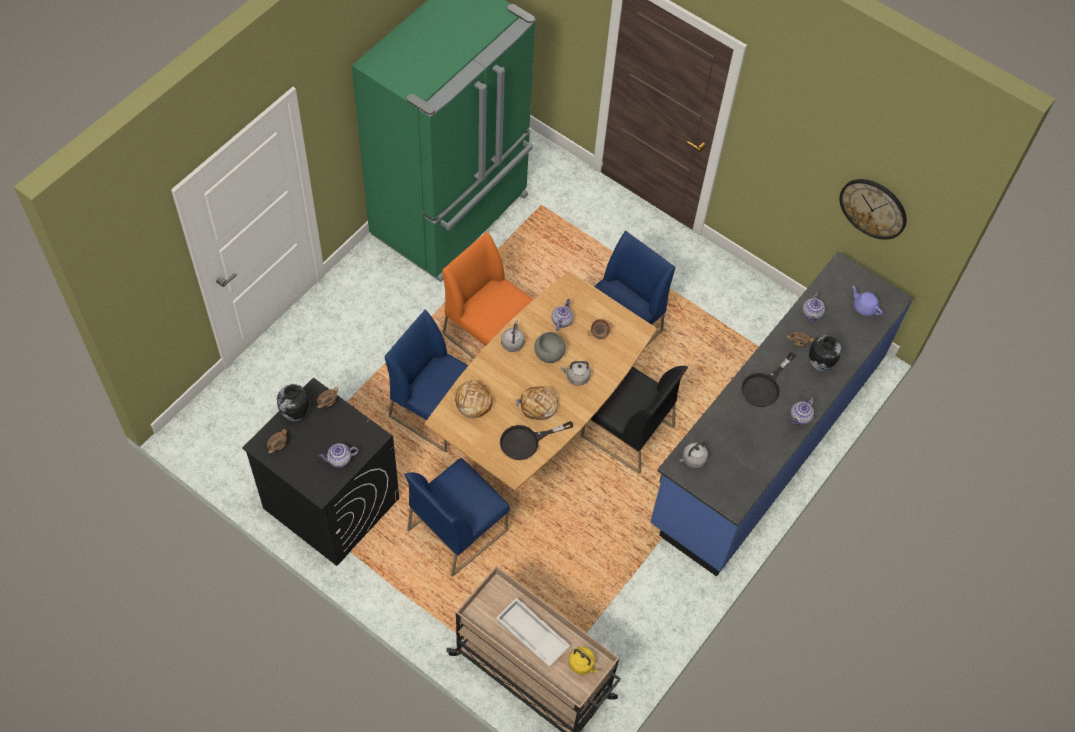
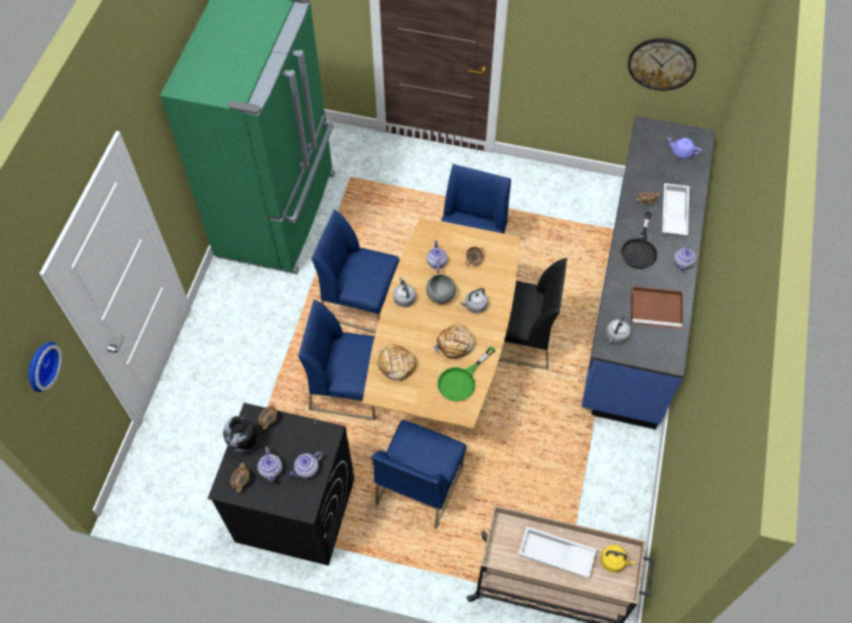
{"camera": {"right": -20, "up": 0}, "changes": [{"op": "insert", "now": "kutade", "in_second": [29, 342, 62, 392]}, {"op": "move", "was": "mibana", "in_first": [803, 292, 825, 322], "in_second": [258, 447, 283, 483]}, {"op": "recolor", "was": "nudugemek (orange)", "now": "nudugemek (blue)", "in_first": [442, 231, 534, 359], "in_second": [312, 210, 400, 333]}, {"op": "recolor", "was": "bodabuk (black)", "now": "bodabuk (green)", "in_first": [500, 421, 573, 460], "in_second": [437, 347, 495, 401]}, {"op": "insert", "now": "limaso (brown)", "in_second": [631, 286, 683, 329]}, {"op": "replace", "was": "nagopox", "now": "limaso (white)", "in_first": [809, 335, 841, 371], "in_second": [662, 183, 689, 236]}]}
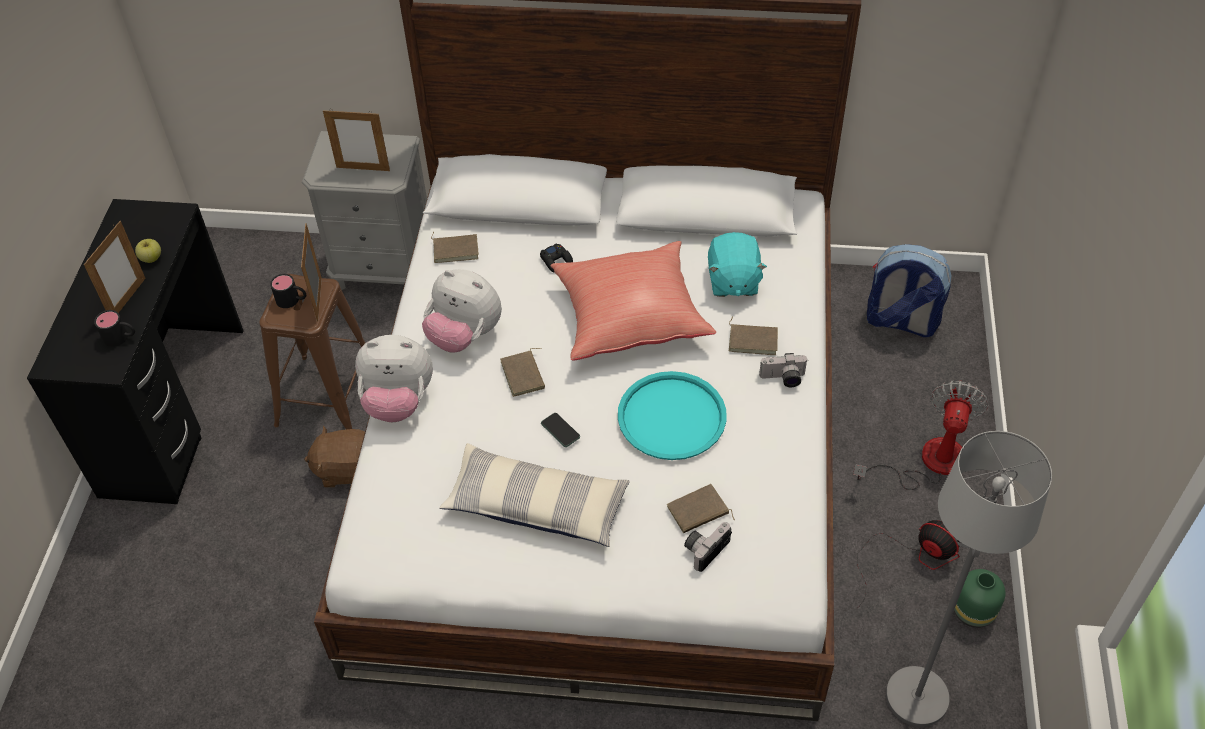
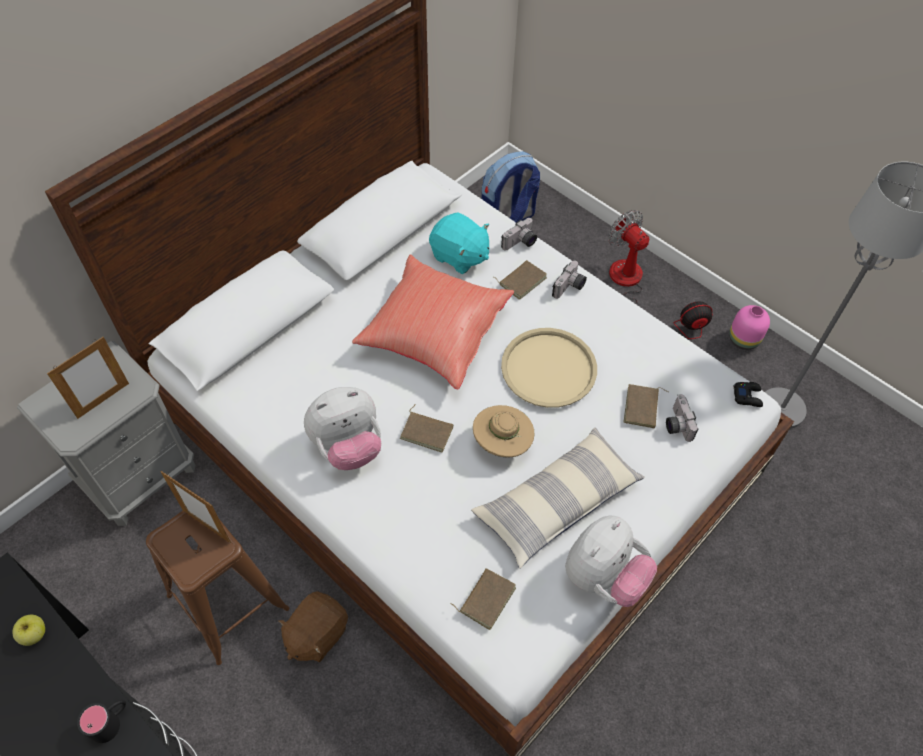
{"camera": {"right": -55, "up": 5}, "changes": [{"op": "move", "was": "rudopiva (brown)", "in_first": [431, 232, 479, 263], "in_second": [451, 568, 516, 630]}, {"op": "replace", "was": "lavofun", "now": "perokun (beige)", "in_first": [541, 413, 580, 447], "in_second": [473, 405, 534, 458]}, {"op": "insert", "now": "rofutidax", "in_second": [501, 218, 537, 251]}, {"op": "recolor", "was": "limaso (turquoise)", "now": "limaso (beige)", "in_first": [618, 371, 727, 460], "in_second": [501, 328, 597, 408]}, {"op": "move", "was": "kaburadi", "in_first": [355, 335, 433, 422], "in_second": [565, 516, 657, 607]}, {"op": "recolor", "was": "nagopox (green)", "now": "nagopox (pink)", "in_first": [954, 569, 1005, 628], "in_second": [729, 305, 770, 350]}, {"op": "move", "was": "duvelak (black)", "in_first": [540, 243, 573, 273], "in_second": [734, 382, 763, 407]}, {"op": "delete", "was": "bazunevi", "in_first": [84, 221, 145, 313]}, {"op": "delete", "was": "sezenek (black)", "in_first": [270, 274, 306, 308]}]}
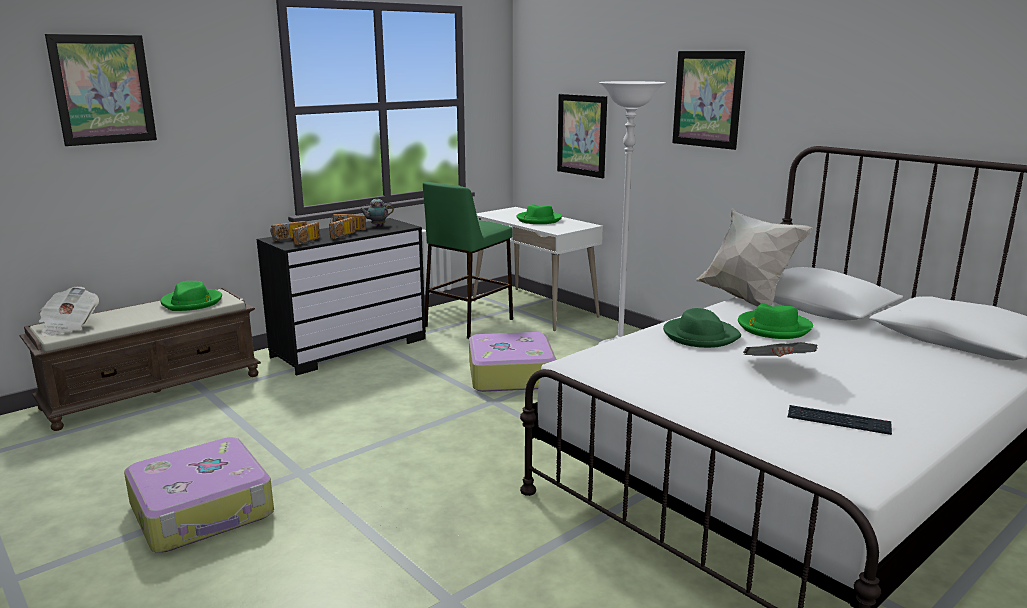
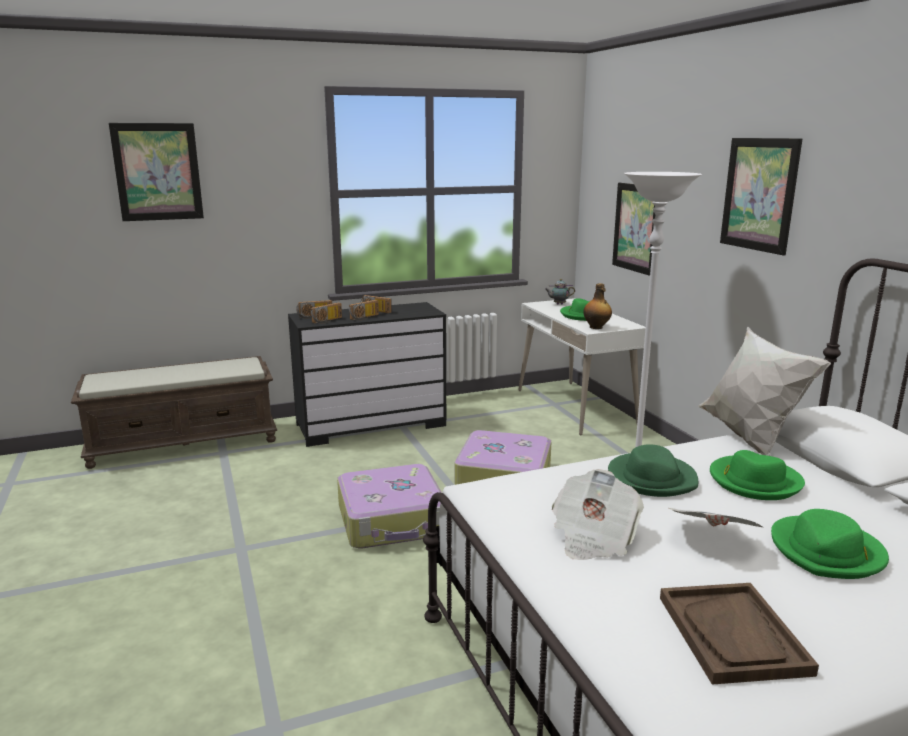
{"camera": {"right": 20, "up": 0}, "changes": [{"op": "move", "was": "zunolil", "in_first": [124, 437, 274, 553], "in_second": [337, 464, 442, 549]}, {"op": "move", "was": "mibana", "in_first": [359, 197, 394, 226], "in_second": [545, 279, 575, 304]}, {"op": "move", "was": "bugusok", "in_first": [39, 287, 99, 336], "in_second": [552, 469, 644, 560]}, {"op": "insert", "now": "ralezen", "in_second": [583, 283, 612, 329]}, {"op": "replace", "was": "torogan", "now": "limaso (brown)", "in_first": [788, 405, 892, 435], "in_second": [660, 583, 819, 685]}, {"op": "move", "was": "perokun (green)", "in_first": [160, 281, 222, 311], "in_second": [771, 509, 889, 579]}, {"op": "delete", "was": "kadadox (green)", "in_first": [423, 182, 513, 339]}]}
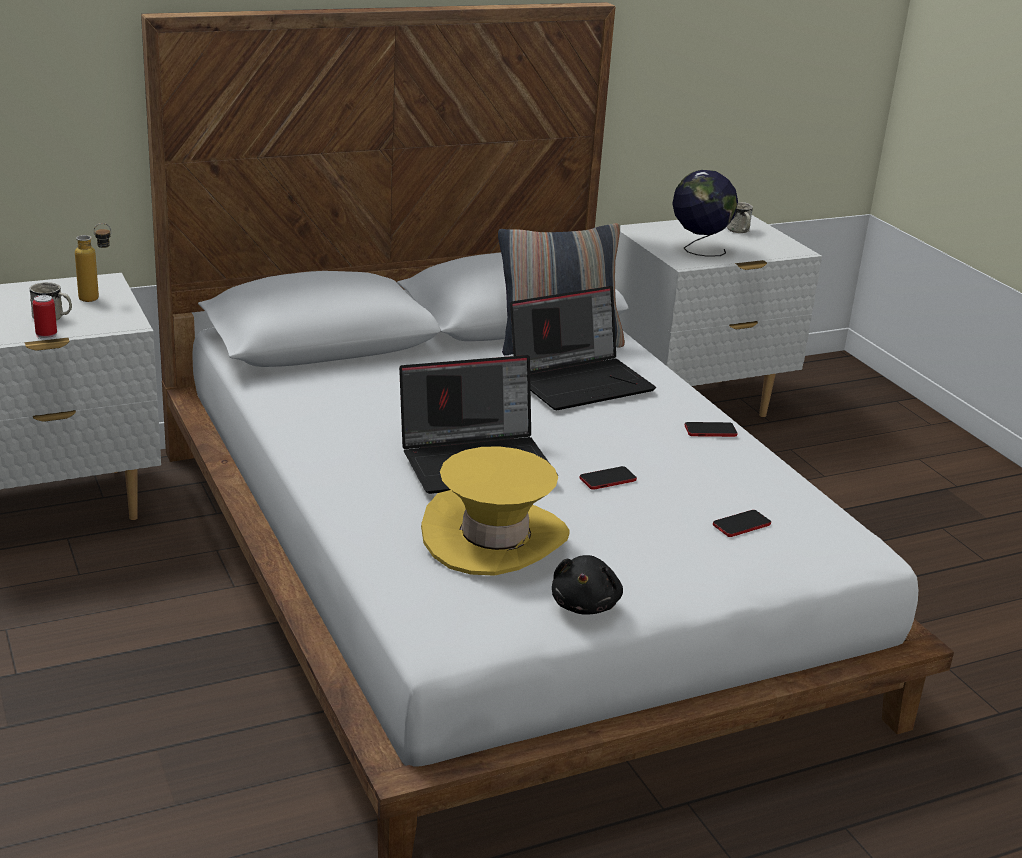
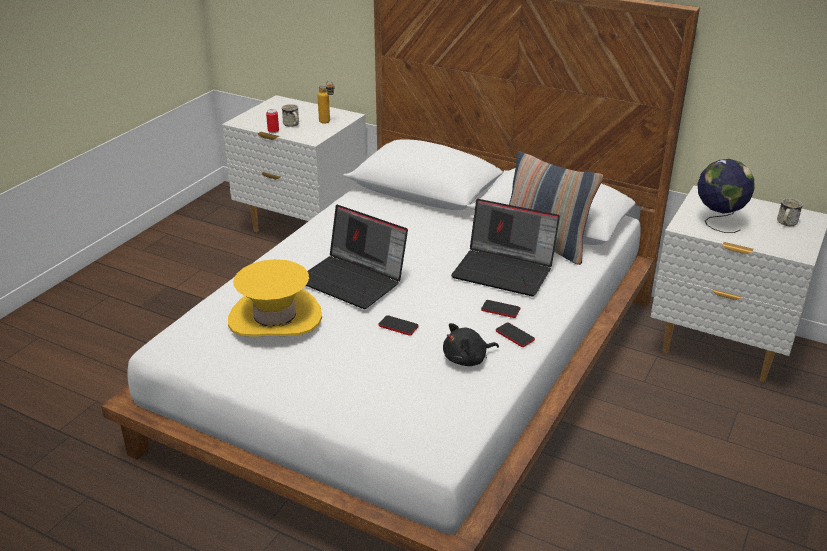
{"camera": {"right": 55, "up": 5}, "changes": [{"op": "move", "was": "kaburadi (black)", "in_first": [552, 555, 623, 615], "in_second": [443, 323, 499, 366]}, {"op": "move", "was": "lavofun", "in_first": [713, 510, 771, 537], "in_second": [481, 300, 520, 318]}]}
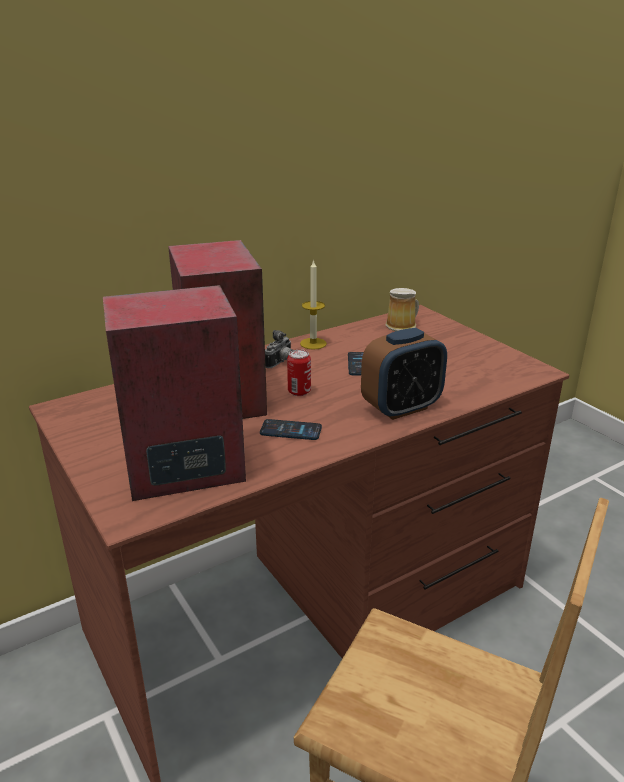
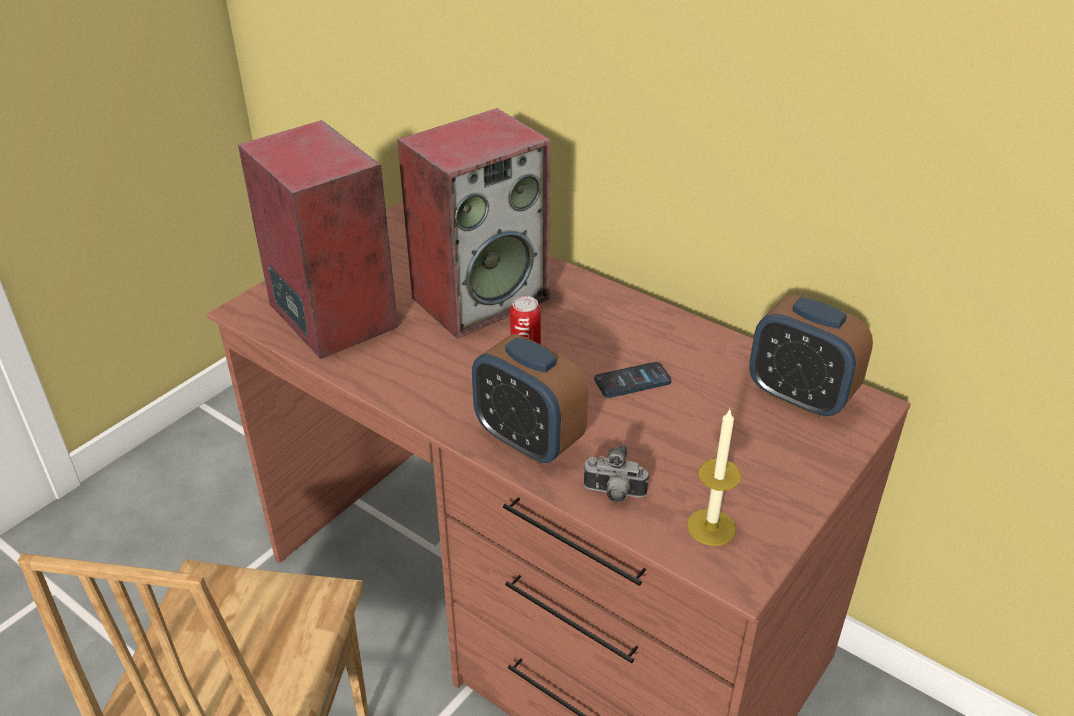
{"camera": {"right": 70, "up": 10}, "changes": [{"op": "move", "was": "rofutidax", "in_first": [265, 330, 293, 368], "in_second": [583, 444, 649, 502]}, {"op": "move", "was": "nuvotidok", "in_first": [300, 259, 327, 350], "in_second": [687, 409, 742, 546]}, {"op": "replace", "was": "sezenek", "now": "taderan", "in_first": [385, 288, 419, 331], "in_second": [749, 295, 873, 418]}, {"op": "delete", "was": "lavofun", "in_first": [260, 419, 322, 440]}]}
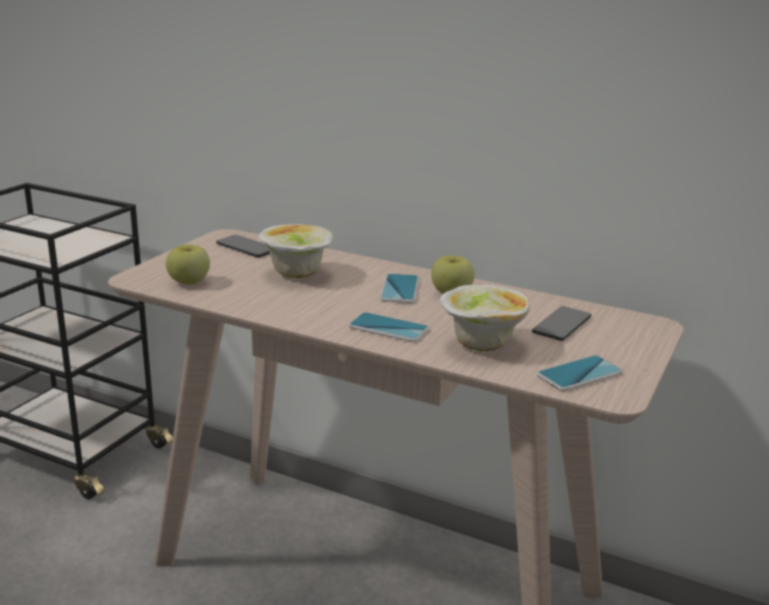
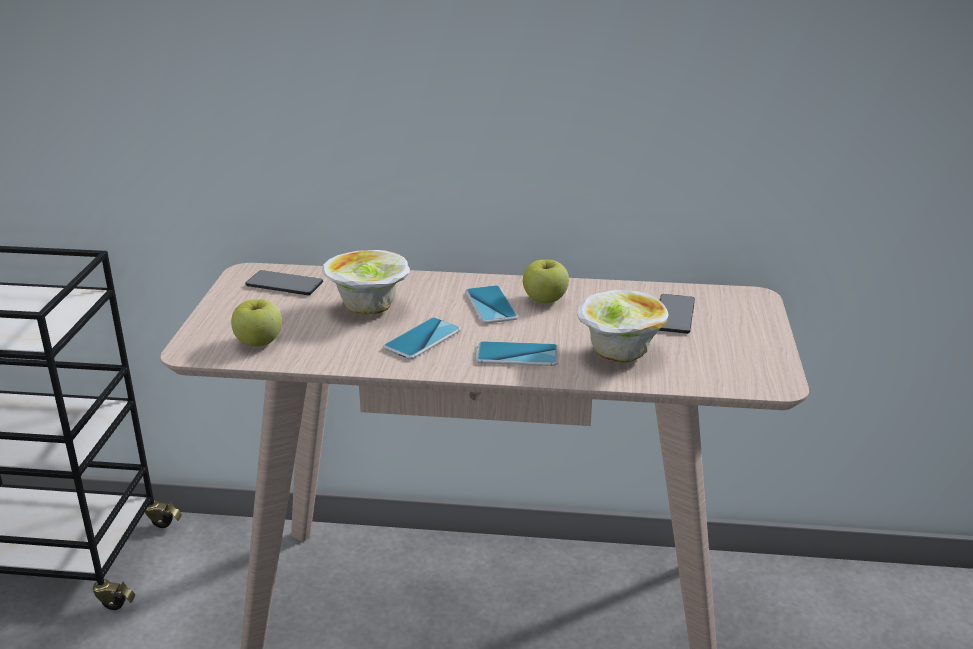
{"camera": {"right": -20, "up": 5}, "changes": [{"op": "move", "was": "lavofun", "in_first": [536, 355, 623, 391], "in_second": [383, 317, 461, 359]}]}
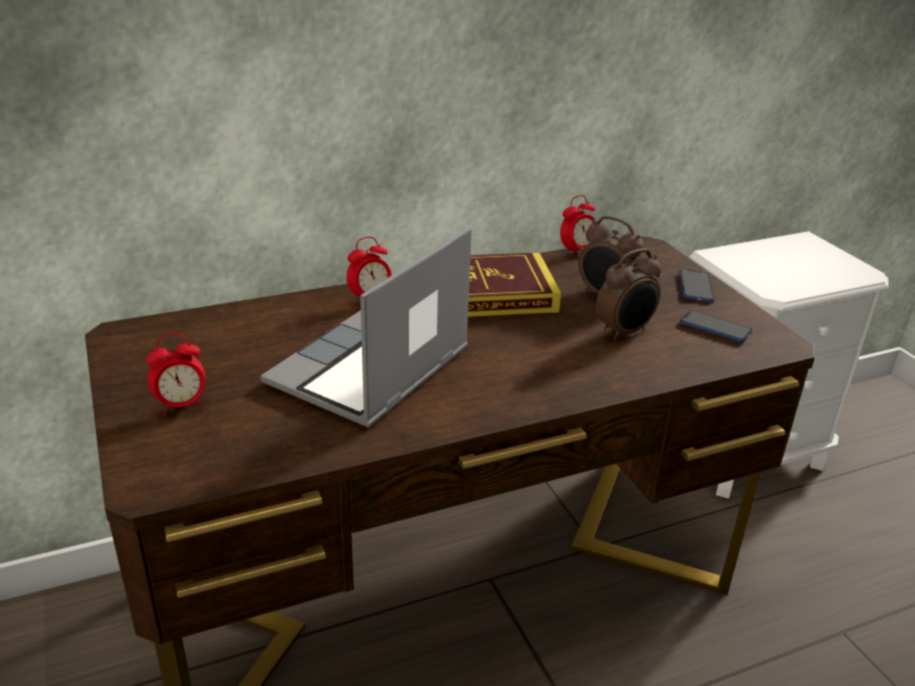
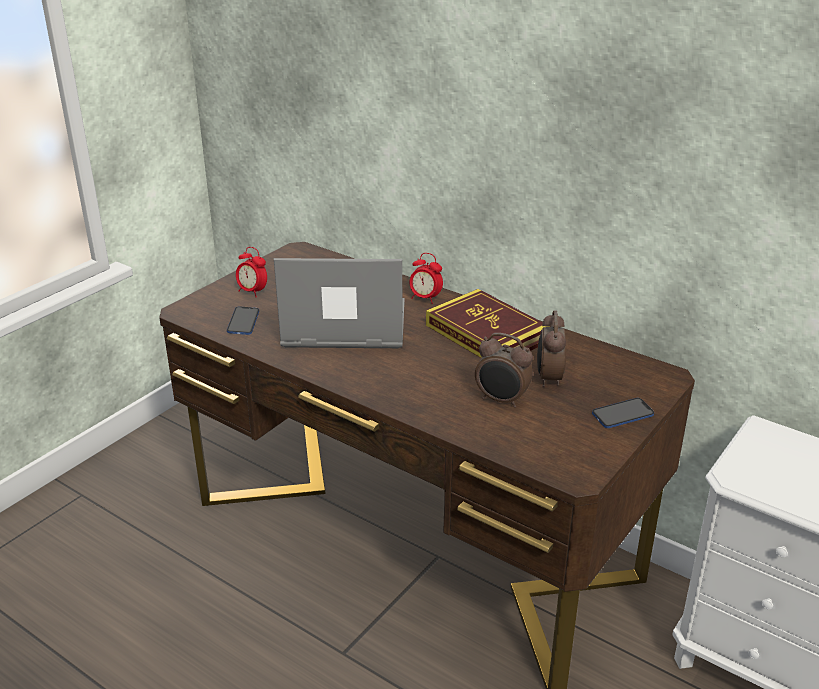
{"camera": {"right": 60, "up": 0}, "changes": [{"op": "move", "was": "lavofun", "in_first": [680, 310, 753, 342], "in_second": [227, 306, 259, 335]}, {"op": "delete", "was": "taderan", "in_first": [560, 195, 597, 257]}]}
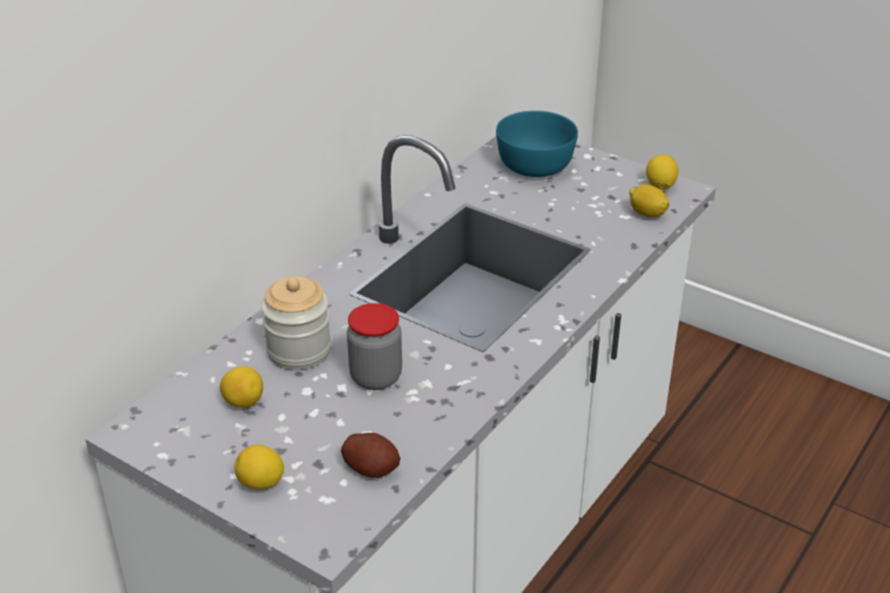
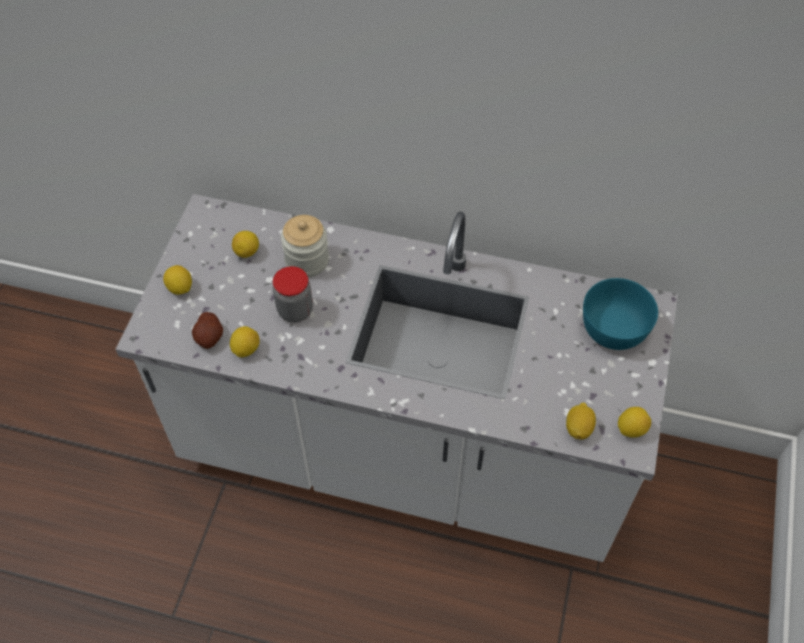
{"camera": {"right": 70, "up": 20}, "changes": [{"op": "insert", "now": "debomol", "in_second": [230, 326, 260, 357]}]}
